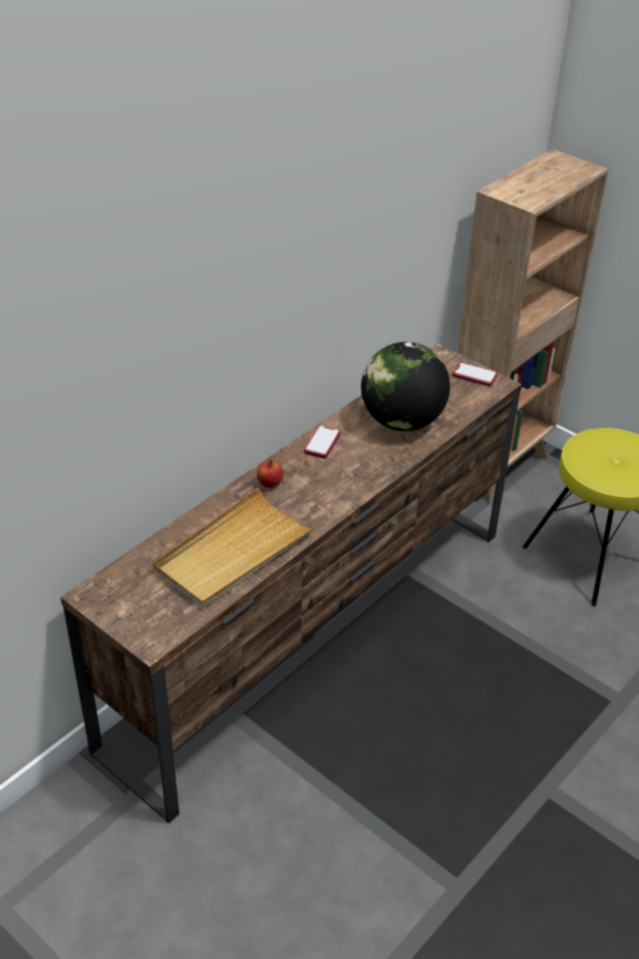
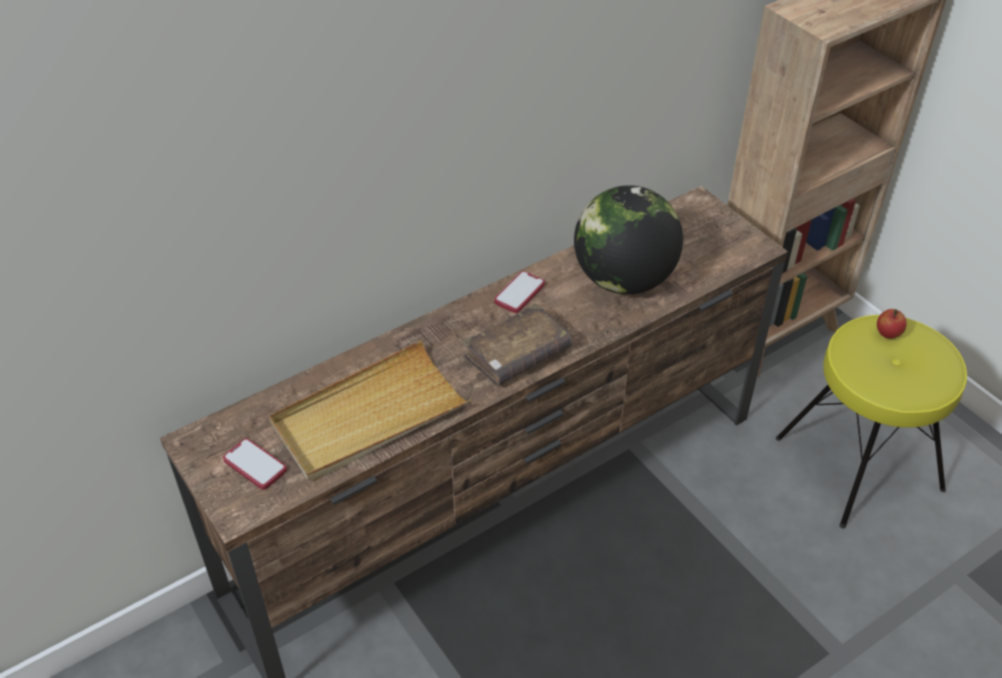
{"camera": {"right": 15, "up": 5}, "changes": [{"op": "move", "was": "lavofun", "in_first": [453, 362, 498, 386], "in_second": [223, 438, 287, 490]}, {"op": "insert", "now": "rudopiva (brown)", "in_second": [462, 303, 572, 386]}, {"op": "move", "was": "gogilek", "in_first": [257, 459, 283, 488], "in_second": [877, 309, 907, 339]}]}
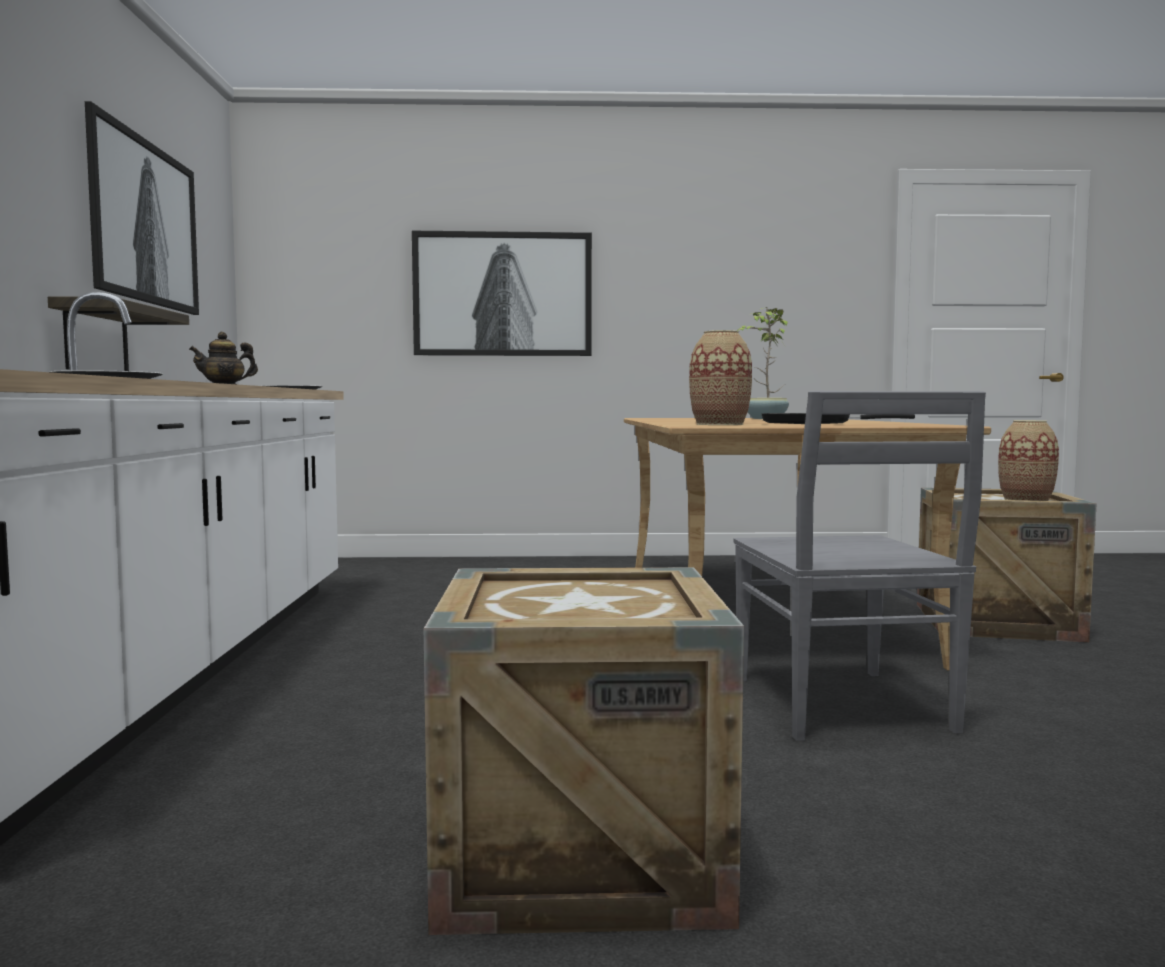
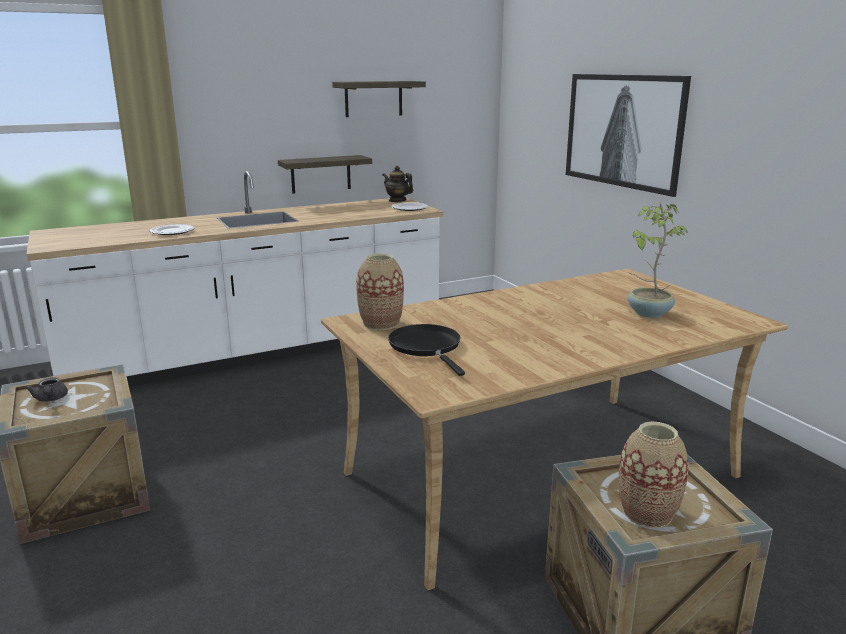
{"camera": {"right": 65, "up": 15}, "changes": [{"op": "insert", "now": "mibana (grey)", "in_second": [25, 377, 68, 402]}, {"op": "replace", "was": "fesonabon", "now": "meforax", "in_first": [85, 101, 199, 315], "in_second": [332, 81, 426, 117]}, {"op": "delete", "was": "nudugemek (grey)", "in_first": [733, 391, 986, 741]}]}
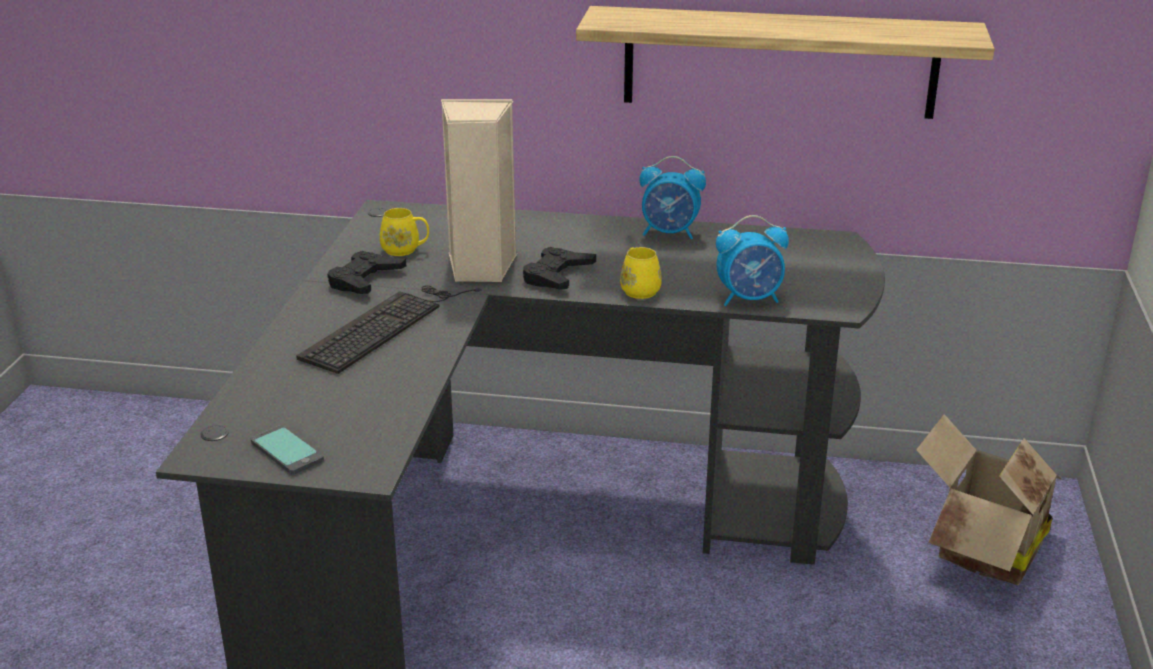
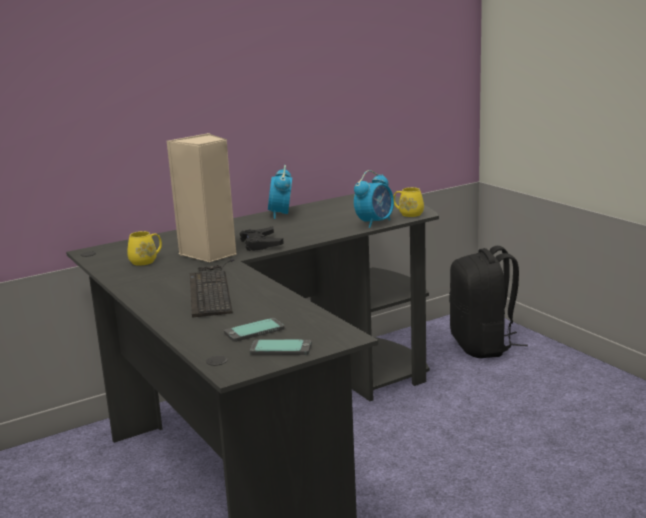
{"camera": {"right": -40, "up": -10}, "changes": [{"op": "insert", "now": "lavofun", "in_second": [224, 318, 284, 342]}, {"op": "rotate", "was": "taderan", "in_first": [639, 156, 706, 239], "in_second": [268, 165, 292, 219], "clockwise": 120}, {"op": "move", "was": "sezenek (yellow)", "in_first": [620, 247, 662, 299], "in_second": [393, 187, 424, 217]}, {"op": "replace", "was": "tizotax", "now": "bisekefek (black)", "in_first": [916, 414, 1063, 585], "in_second": [449, 246, 528, 358]}, {"op": "delete", "was": "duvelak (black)", "in_first": [327, 251, 406, 294]}, {"op": "delete", "was": "meforax", "in_first": [576, 6, 994, 119]}]}
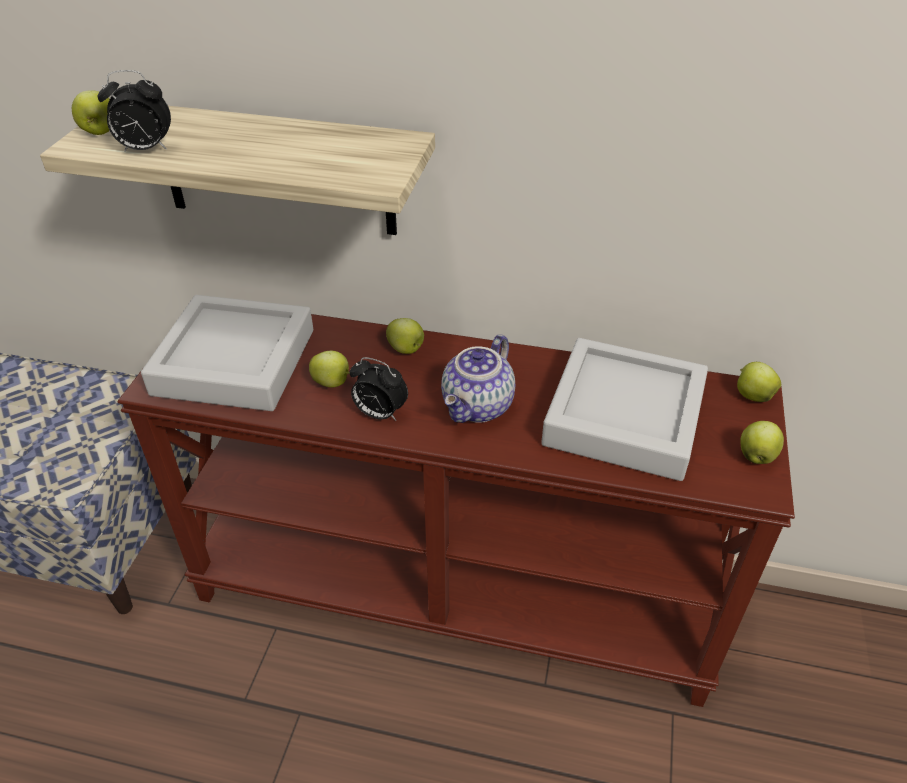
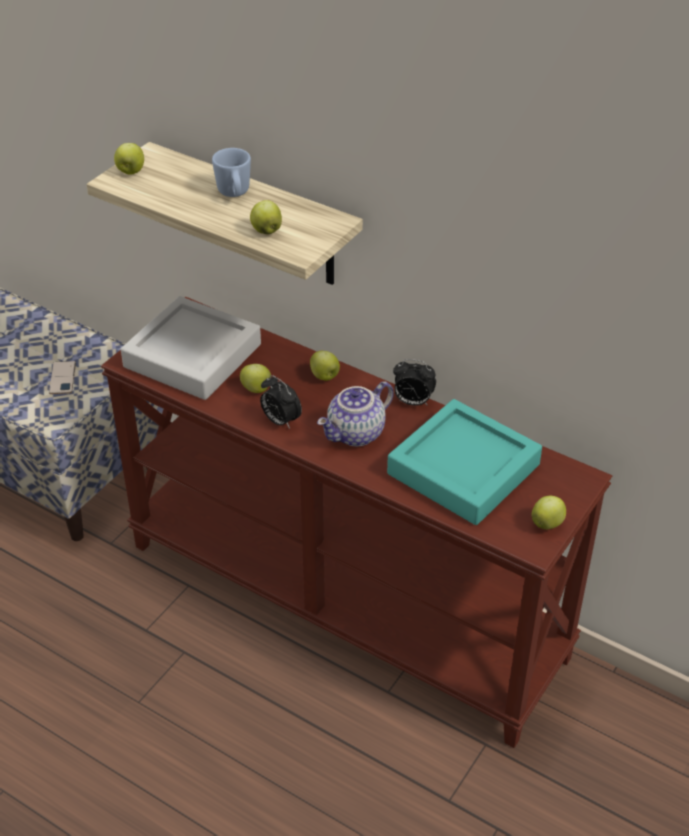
{"camera": {"right": 20, "up": 0}, "changes": [{"op": "insert", "now": "lavofun", "in_second": [49, 361, 76, 394]}, {"op": "insert", "now": "sezenek (blue)", "in_second": [212, 148, 251, 197]}, {"op": "move", "was": "gogilek", "in_first": [737, 362, 781, 402], "in_second": [250, 200, 282, 235]}, {"op": "recolor", "was": "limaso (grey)", "now": "limaso (turquoise)", "in_first": [541, 338, 708, 481], "in_second": [387, 399, 542, 525]}, {"op": "move", "was": "taderan", "in_first": [97, 70, 171, 152], "in_second": [393, 359, 436, 406]}]}
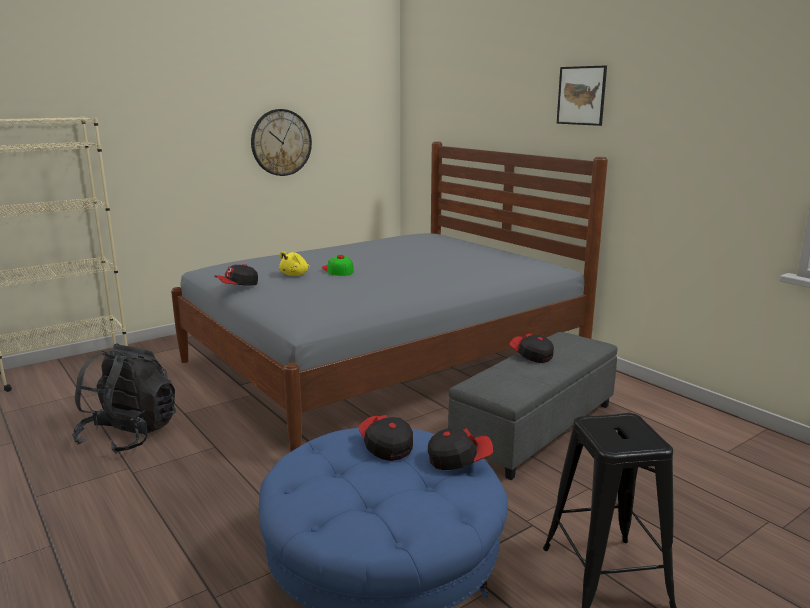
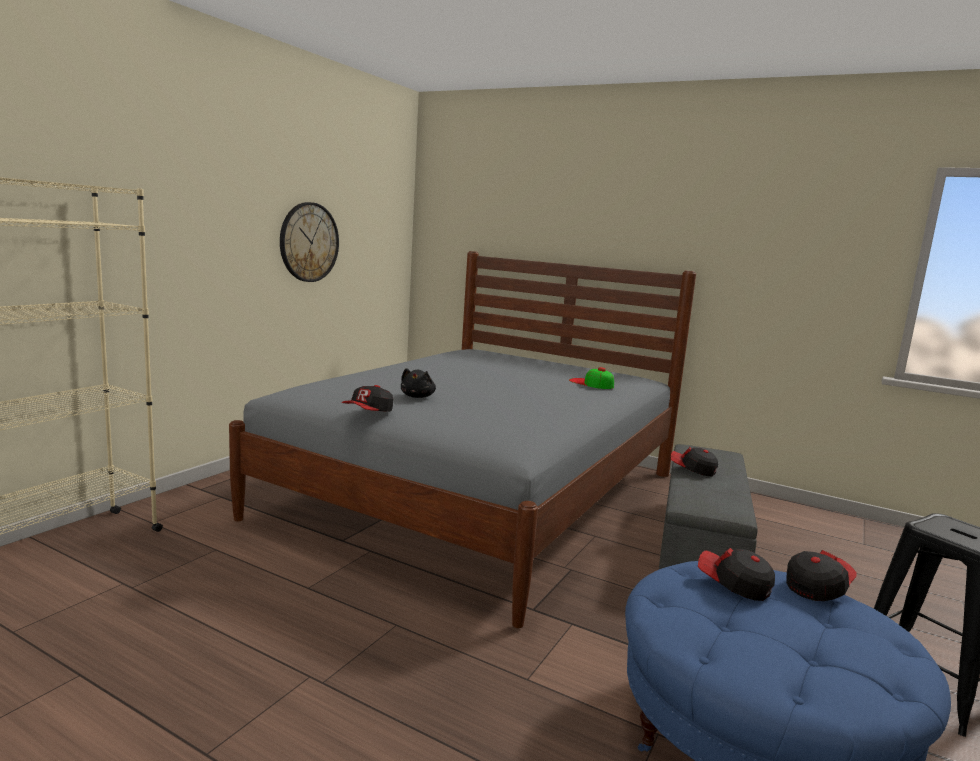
{"camera": {"right": -25, "up": -5}, "changes": [{"op": "recolor", "was": "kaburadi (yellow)", "now": "kaburadi (black)", "in_first": [279, 251, 310, 276], "in_second": [401, 368, 436, 398]}, {"op": "move", "was": "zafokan", "in_first": [322, 255, 354, 276], "in_second": [569, 367, 614, 389]}, {"op": "delete", "was": "bisekefek (black)", "in_first": [72, 344, 176, 454]}, {"op": "delete", "was": "fesonabon", "in_first": [557, 65, 607, 126]}]}
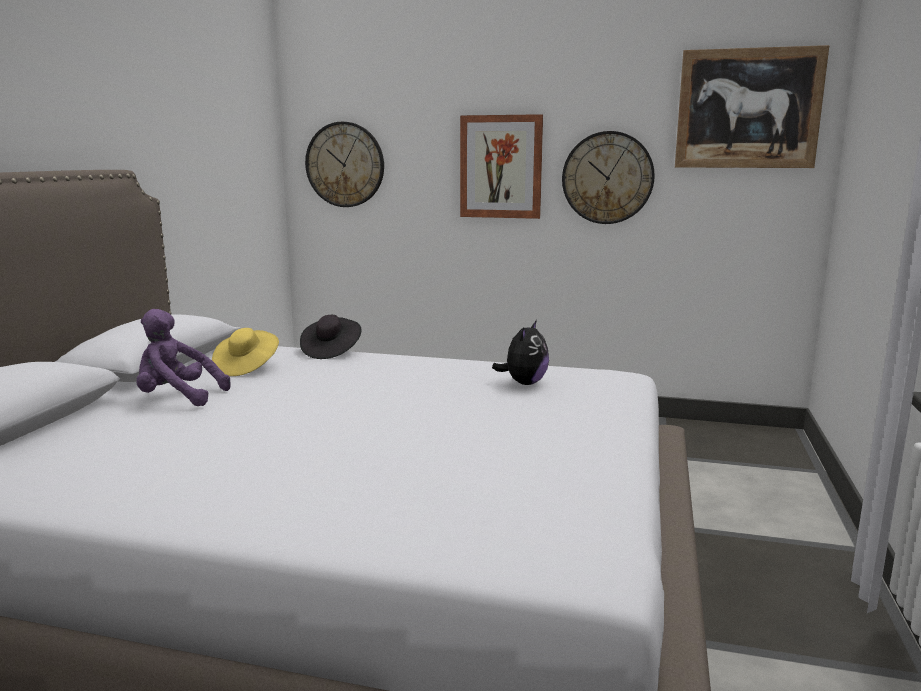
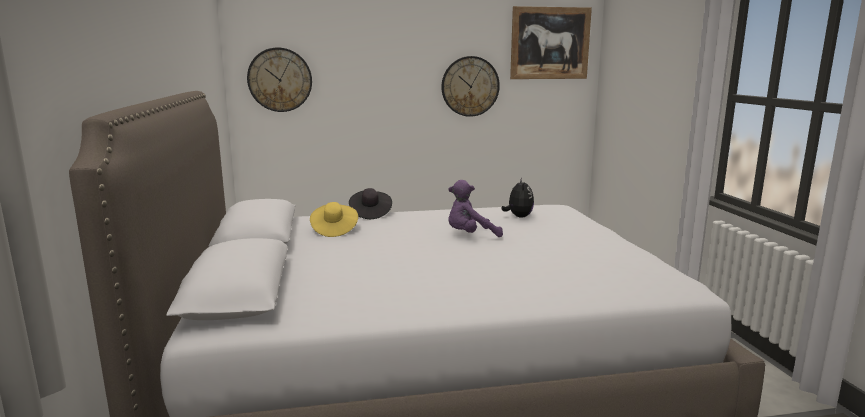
{"camera": {"right": -25, "up": 0}, "changes": [{"op": "move", "was": "kaburadi (purple)", "in_first": [136, 309, 231, 406], "in_second": [448, 180, 503, 237]}, {"op": "delete", "was": "fesonabon", "in_first": [460, 114, 543, 219]}]}
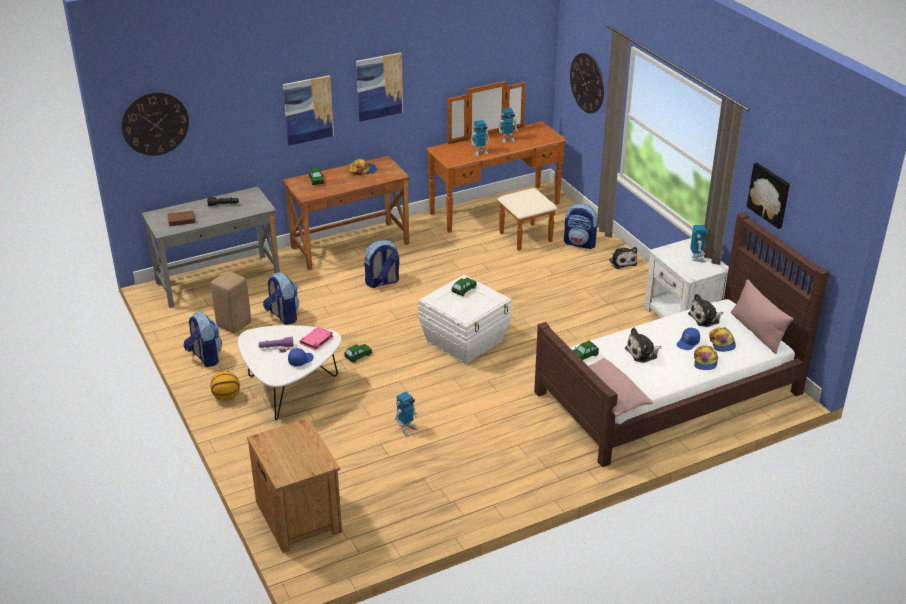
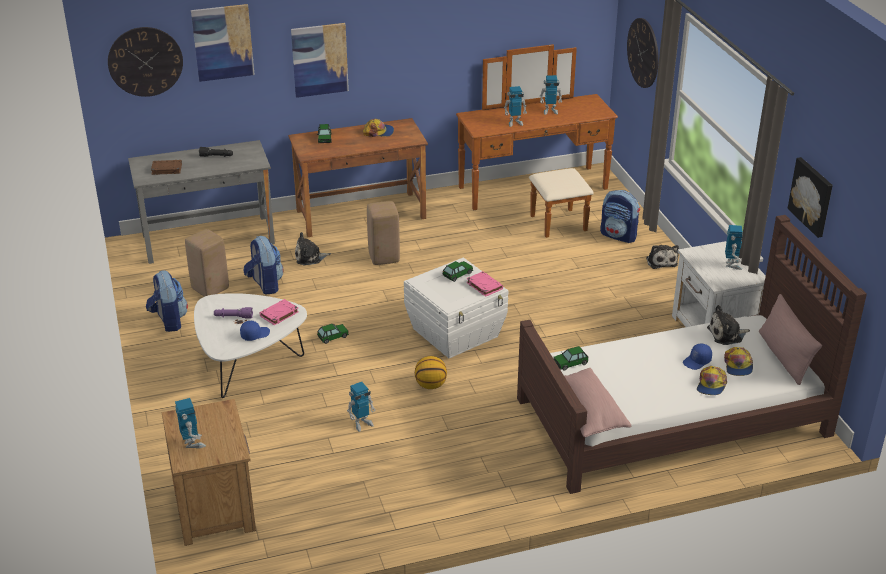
{"camera": {"right": 10, "up": 0}, "changes": [{"op": "insert", "now": "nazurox", "in_second": [175, 398, 206, 448]}, {"op": "move", "was": "fesonabon", "in_first": [356, 52, 403, 122], "in_second": [191, 4, 255, 82]}, {"op": "move", "was": "kaburadi", "in_first": [625, 328, 662, 363], "in_second": [295, 232, 331, 265]}, {"op": "replace", "was": "bisekefek", "now": "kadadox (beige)", "in_first": [364, 240, 399, 288], "in_second": [367, 201, 400, 265]}, {"op": "move", "was": "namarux", "in_first": [210, 371, 240, 401], "in_second": [415, 356, 447, 389]}, {"op": "insert", "now": "rudopiva (pink)", "in_second": [467, 271, 503, 297]}]}
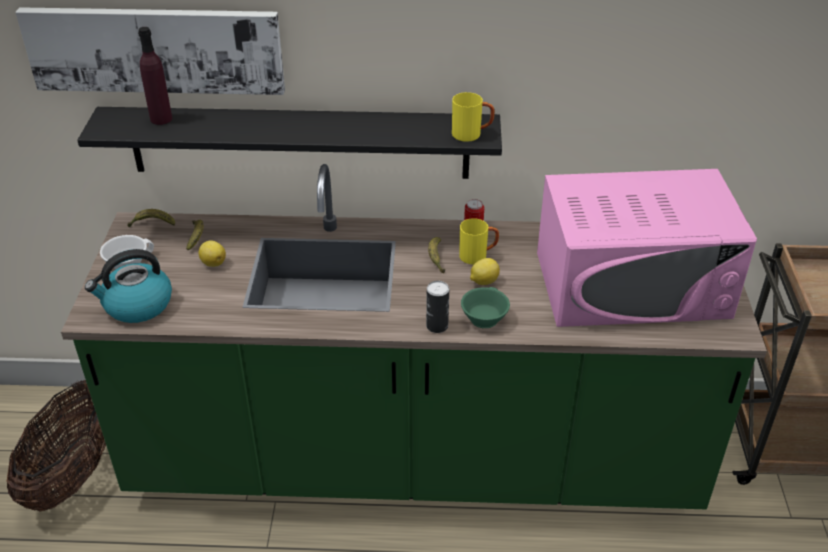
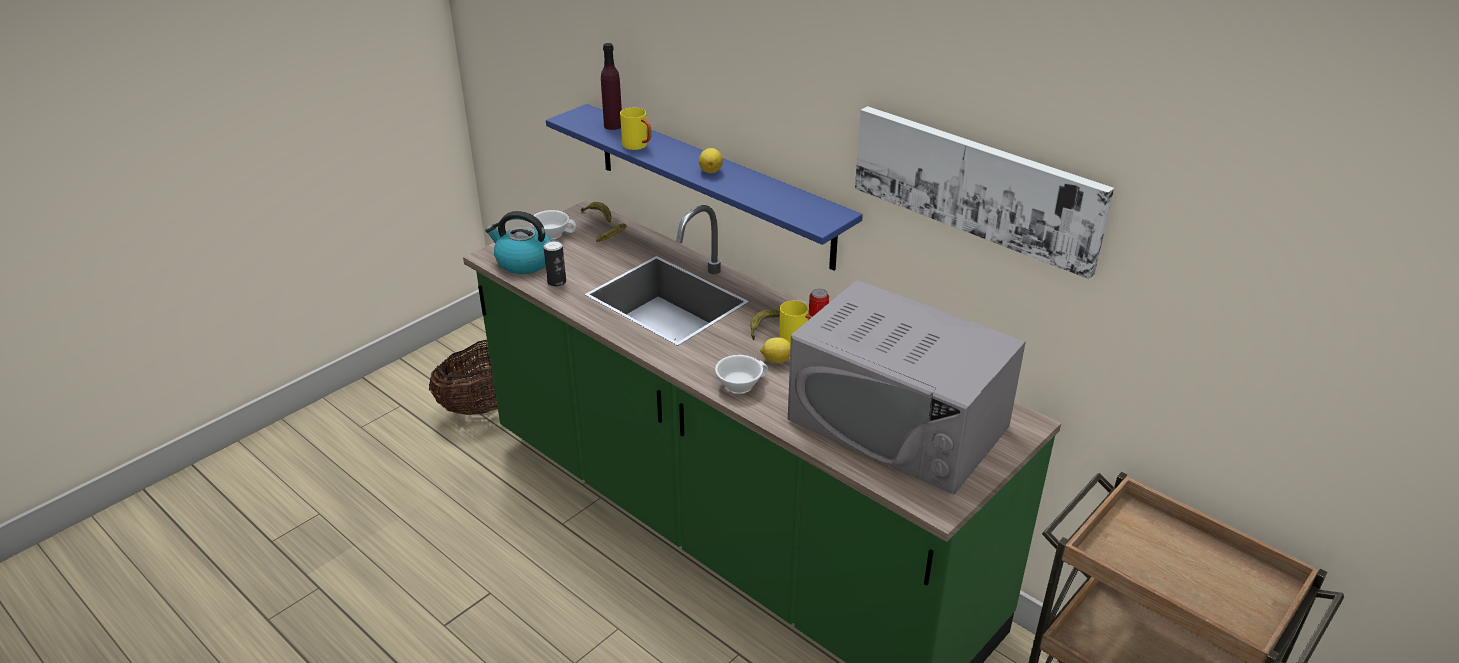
{"camera": {"right": 40, "up": -5}, "changes": [{"op": "move", "was": "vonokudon", "in_first": [426, 281, 449, 333], "in_second": [543, 240, 566, 287]}, {"op": "recolor", "was": "meforax (black)", "now": "meforax (blue)", "in_first": [77, 107, 502, 179], "in_second": [546, 104, 863, 271]}, {"op": "move", "was": "sezenek (yellow)", "in_first": [452, 92, 495, 142], "in_second": [620, 108, 652, 150]}, {"op": "move", "was": "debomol", "in_first": [198, 240, 226, 267], "in_second": [699, 148, 723, 173]}, {"op": "recolor", "was": "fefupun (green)", "now": "fefupun (white)", "in_first": [461, 287, 510, 328], "in_second": [715, 355, 768, 394]}, {"op": "recolor", "was": "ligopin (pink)", "now": "ligopin (grey)", "in_first": [537, 169, 757, 327], "in_second": [788, 280, 1026, 495]}, {"op": "move", "was": "fesonabon", "in_first": [15, 7, 285, 95], "in_second": [855, 106, 1114, 279]}]}
